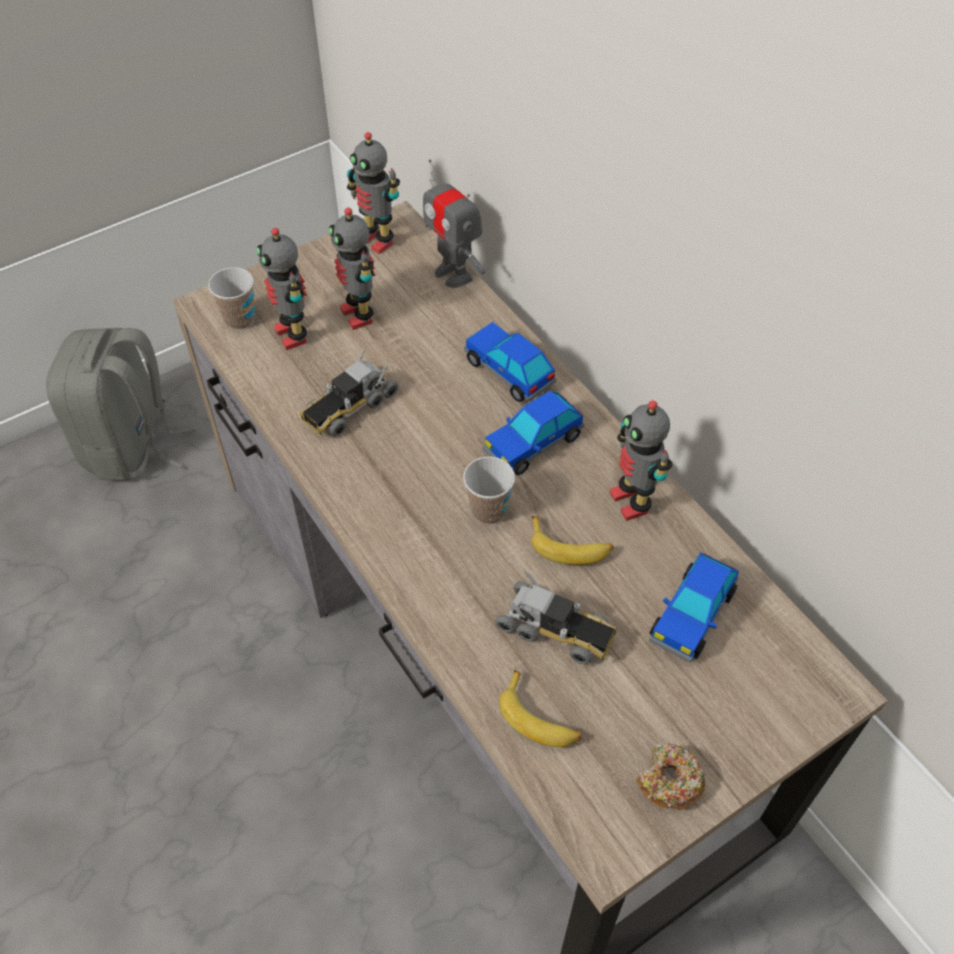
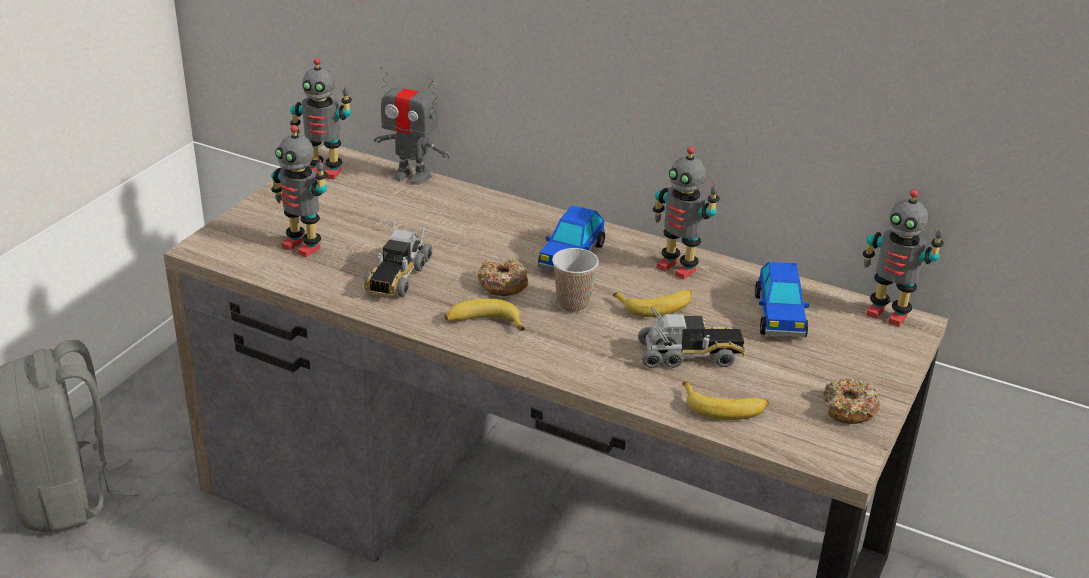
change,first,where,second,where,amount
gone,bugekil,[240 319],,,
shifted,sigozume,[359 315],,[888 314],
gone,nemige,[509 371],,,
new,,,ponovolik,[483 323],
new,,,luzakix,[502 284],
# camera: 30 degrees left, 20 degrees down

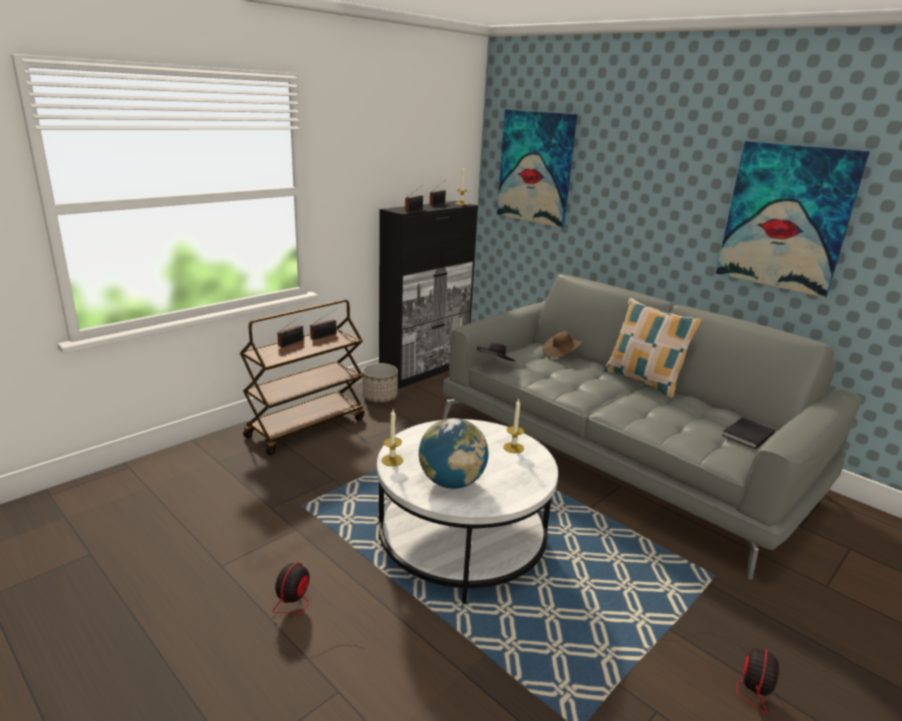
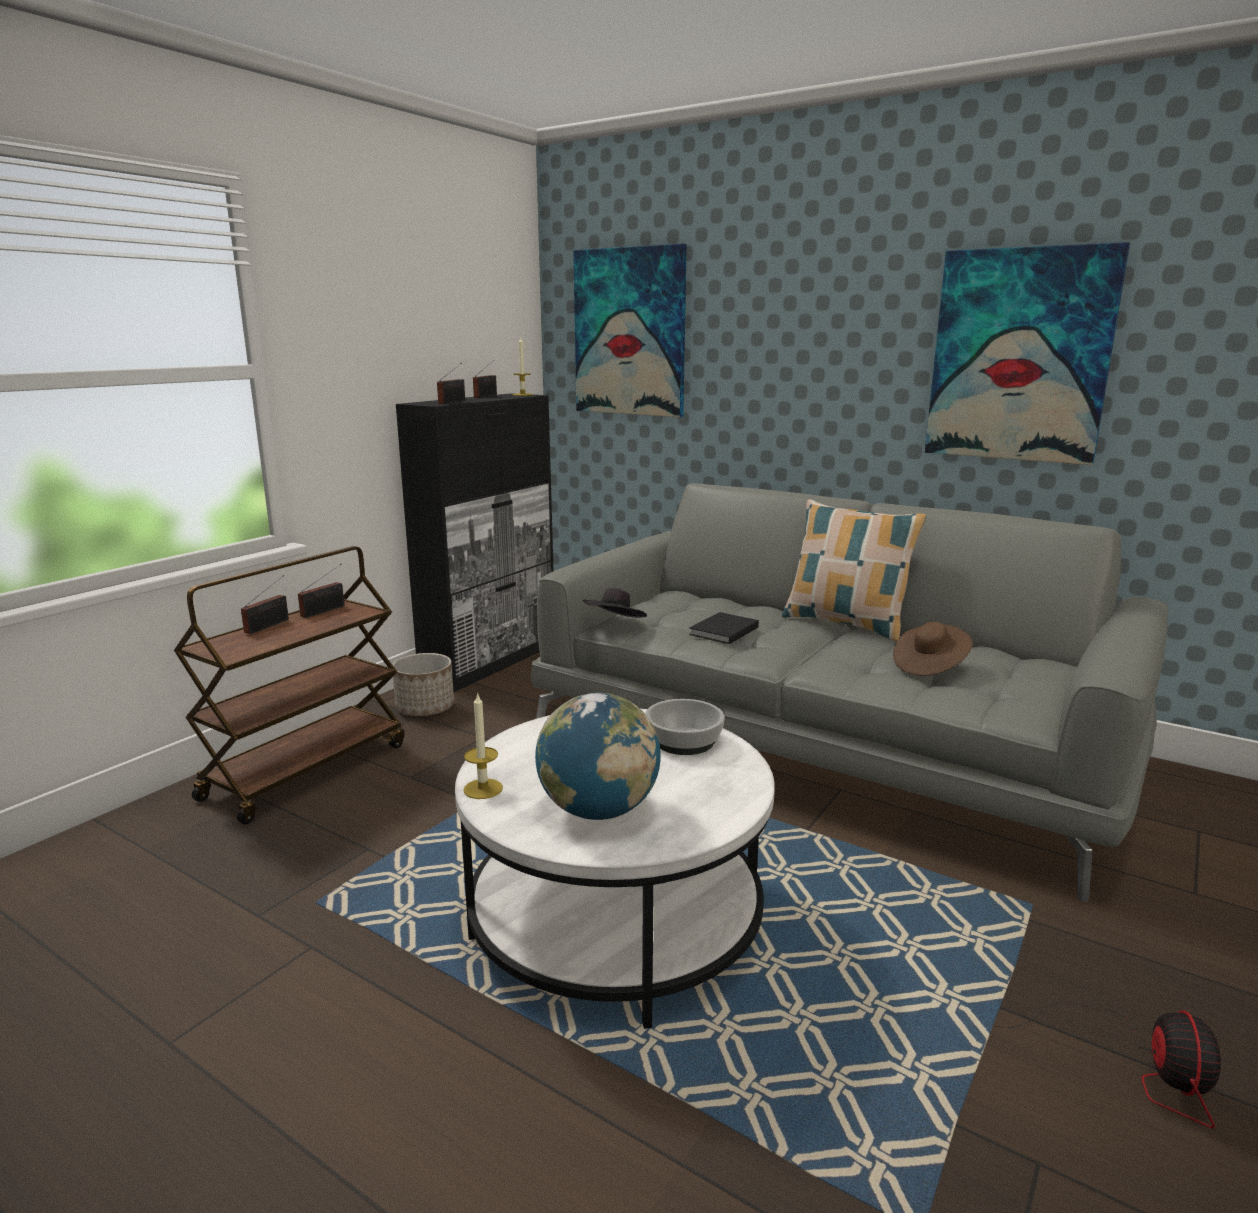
change,first,where,second,where,amount
gone,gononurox,[299 618],,,
swapped,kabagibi,[513 447],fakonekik,[684 741],
shifted,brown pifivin,[560 353],,[929 665],
shifted,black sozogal,[746 435],,[722 631],
# camera: 10 degrees left, 5 degrees down

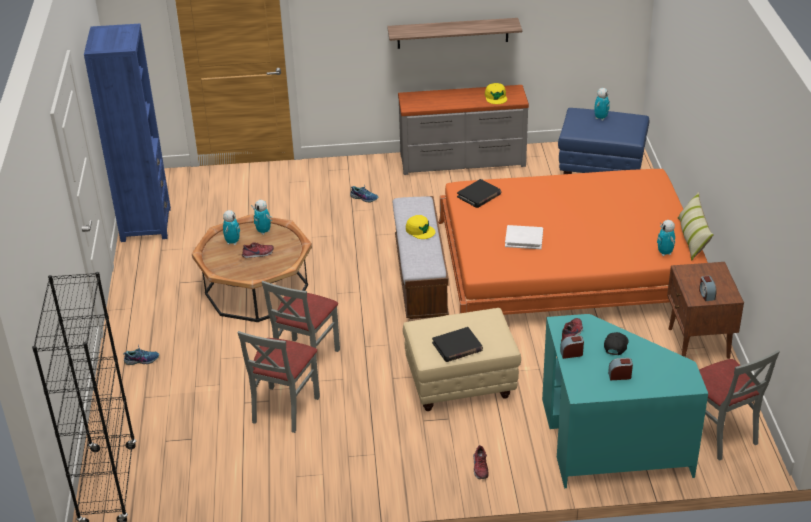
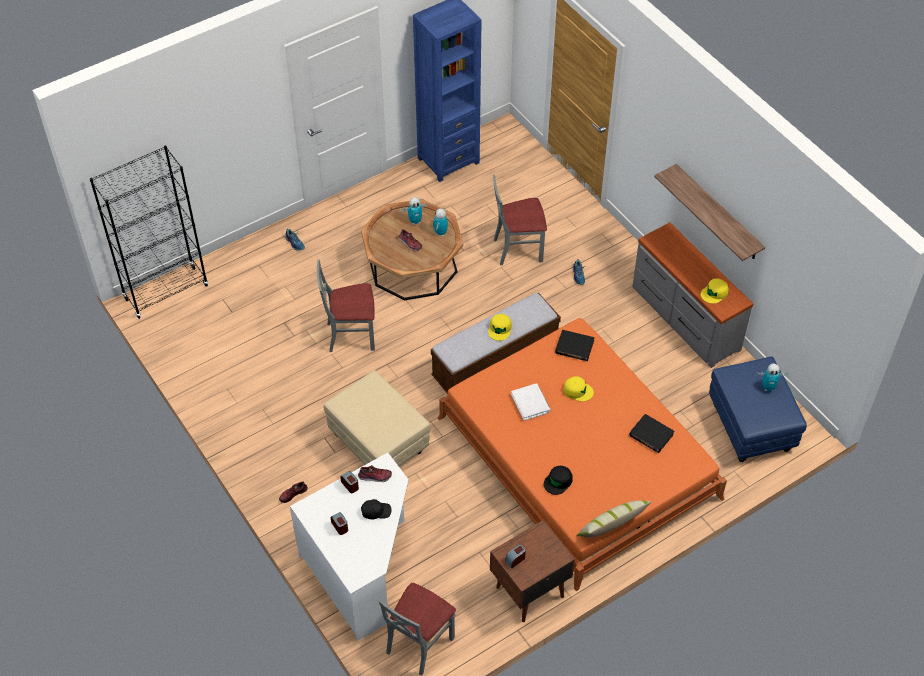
change,first,where,second,where,amount
shifted,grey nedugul,[284 409],,[518 249],
shifted,black sozogal,[457 347],,[651 435],
repainted,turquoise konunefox,[609 445],white konunefox,[362 569],
gone,sigozume,[665 253],,,
new,,,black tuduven,[558 481],
new,,,yellow tuduven,[578 390],
# camera: 60 degrees right, 15 degrees up

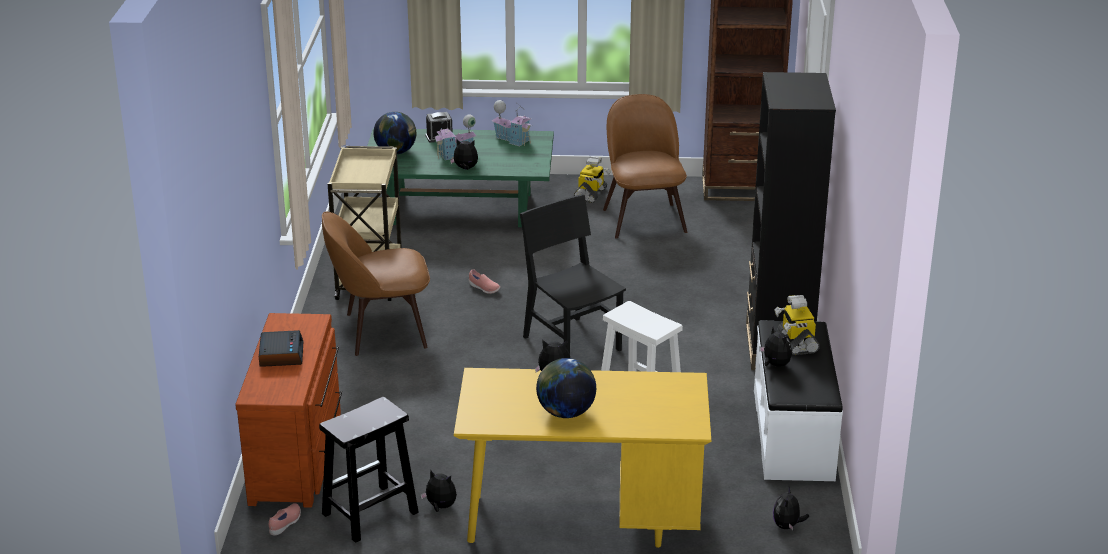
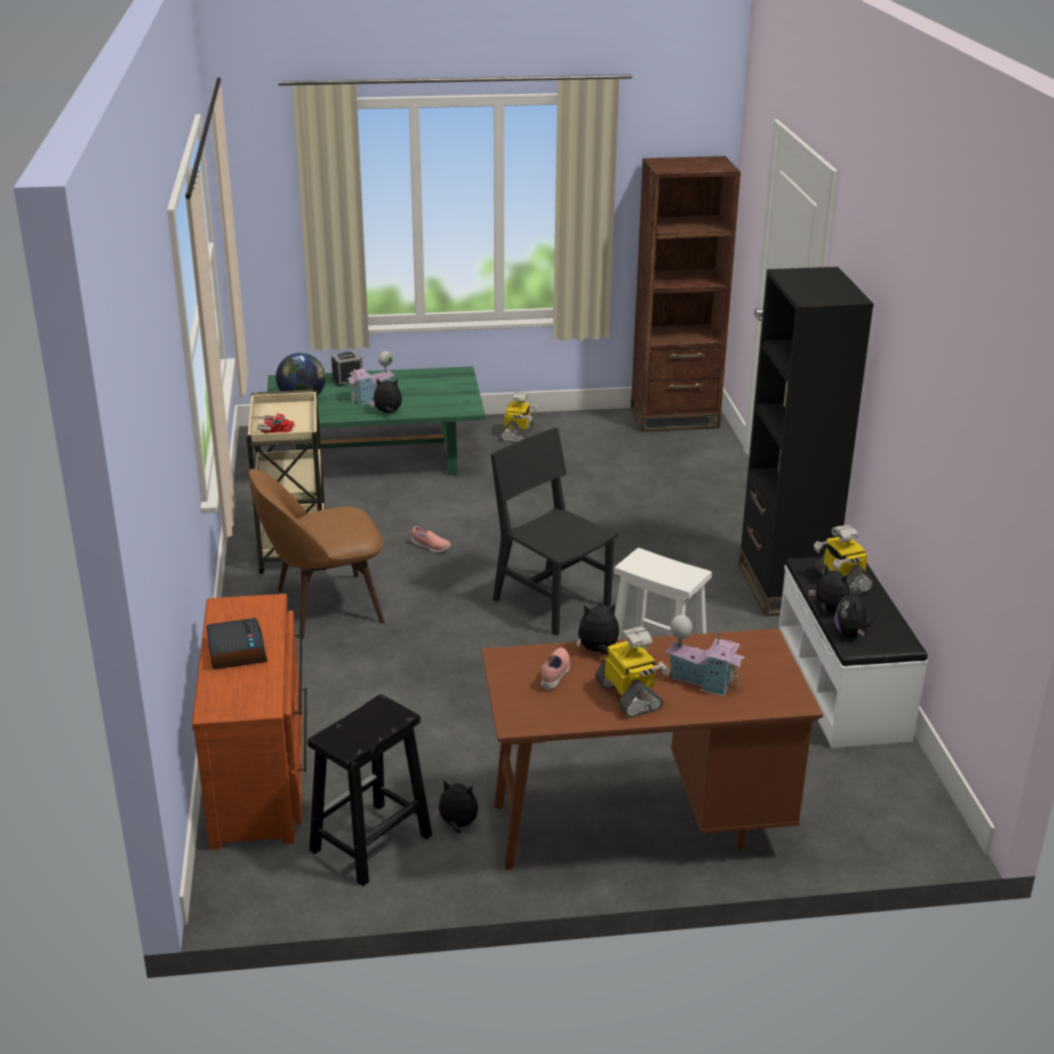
change,first,where,second,where,amount
shifted,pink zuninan,[285 524],,[555 675],
repainted,yellow konunefox,[582 521],brown konunefox,[637 825],
shifted,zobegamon,[513 140],,[703 681],
swapped,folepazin,[565 412],sigozume,[630 696],
gone,brown nedugul,[643 219],,,
shifted,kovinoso,[787 526],,[851 634],
new,,,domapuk,[272 430],
# camera: 10 degrees left, 0 degrees up

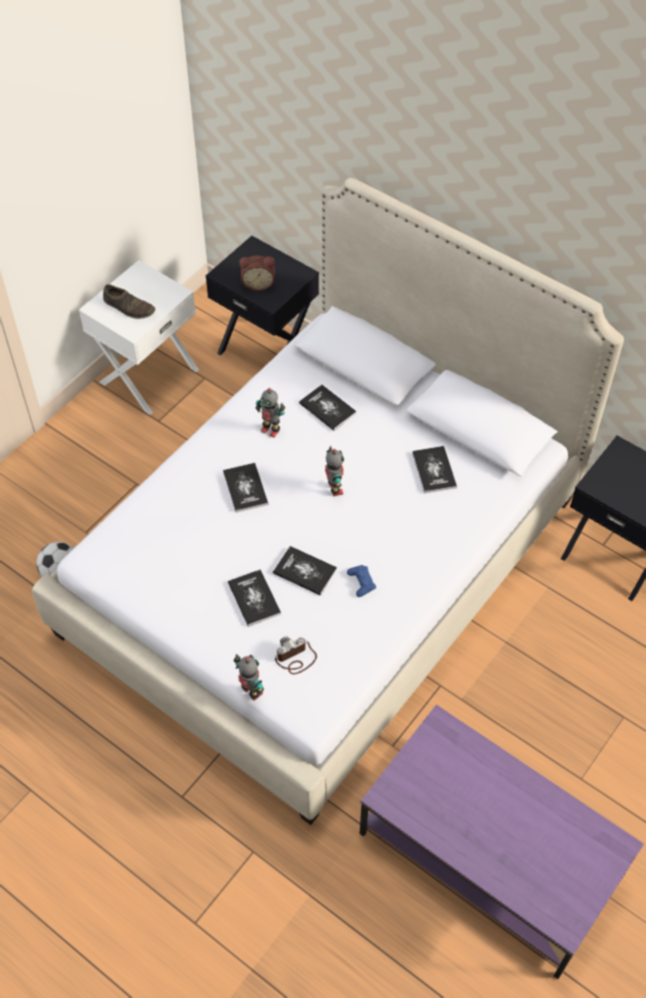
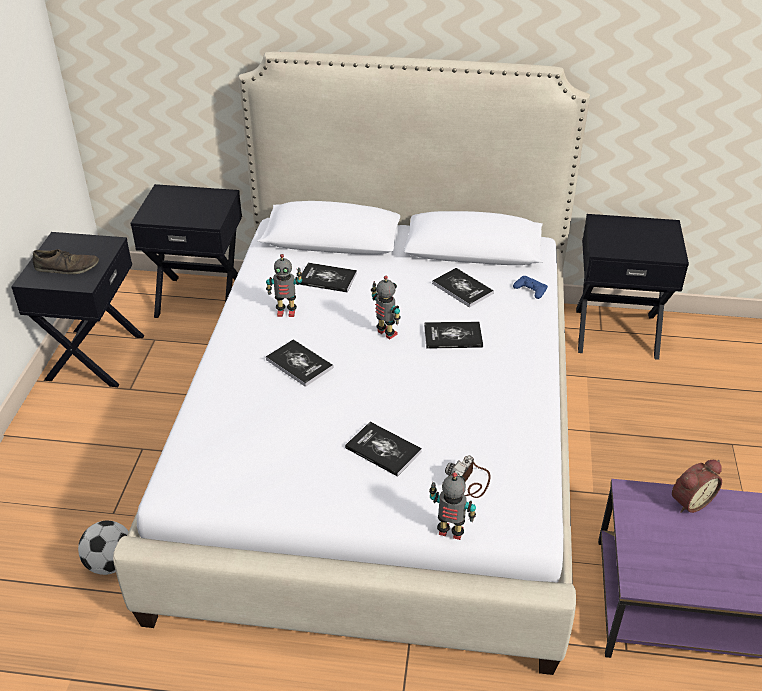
change,first,where,second,where,amount
repainted,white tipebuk,[148 375],black tipebuk,[94 357],
shifted,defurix,[258 283],,[689 501],
shifted,sozogal,[305 571],,[453 336],
shifted,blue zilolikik,[361 582],,[530 290],
# camera: 30 degrees left, 15 degrees down

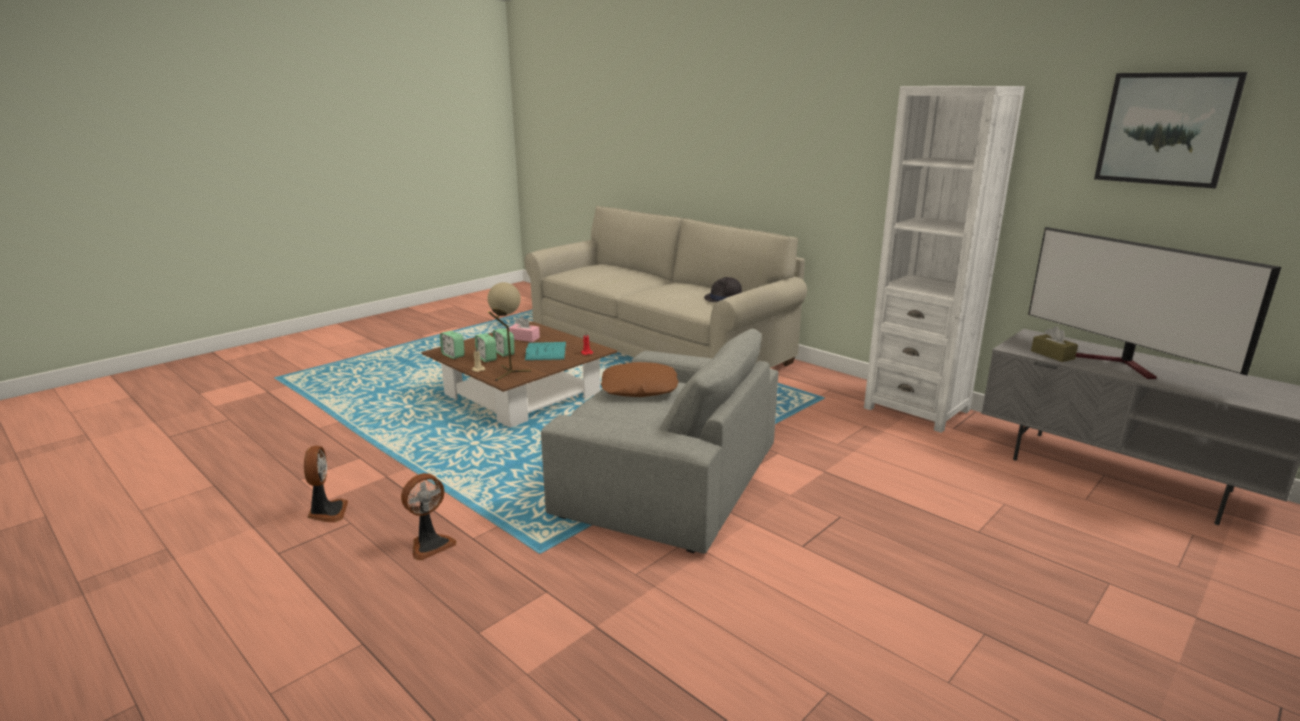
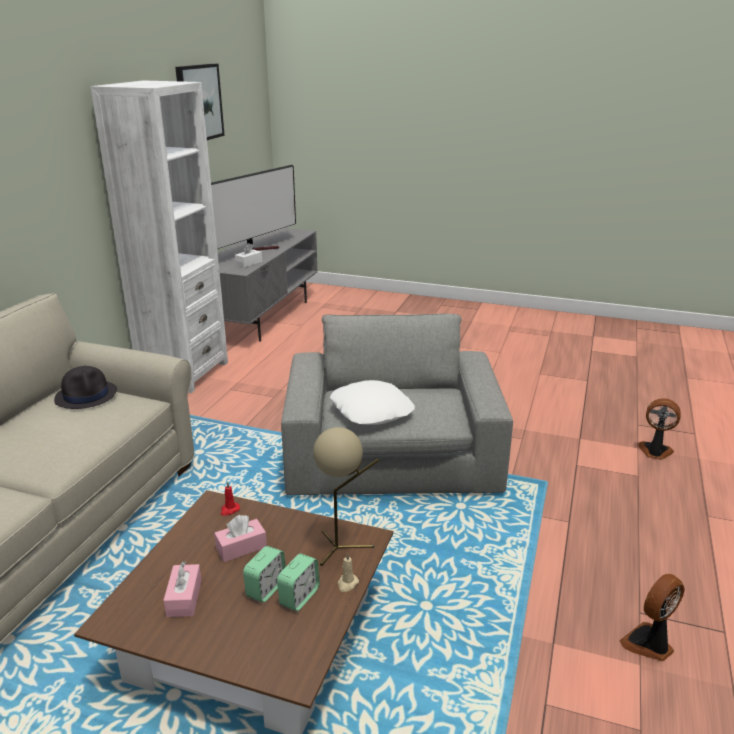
change,first,where,second,where,amount
shifted,gononurox,[430 544],,[655 452],
gone,defurix,[453 355],,,
swapped,turquoise sozogal,[546 352],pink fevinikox,[241 547],
repainted,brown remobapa,[639 388],white remobapa,[372 410],
repainted,brown fevinikox,[1052 355],white fevinikox,[249 263],
# camera: 115 degrees left, 5 degrees up

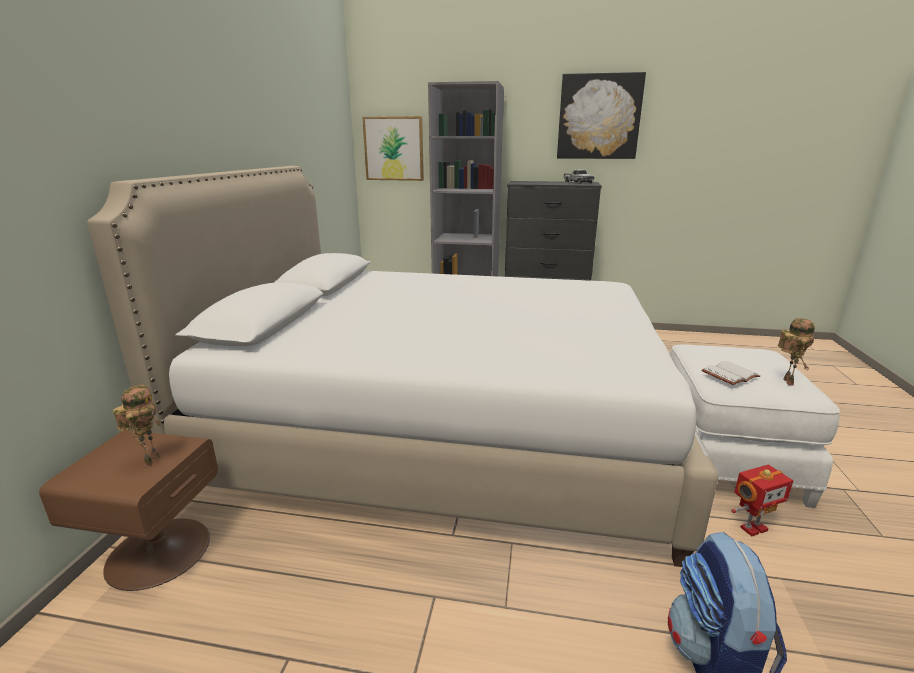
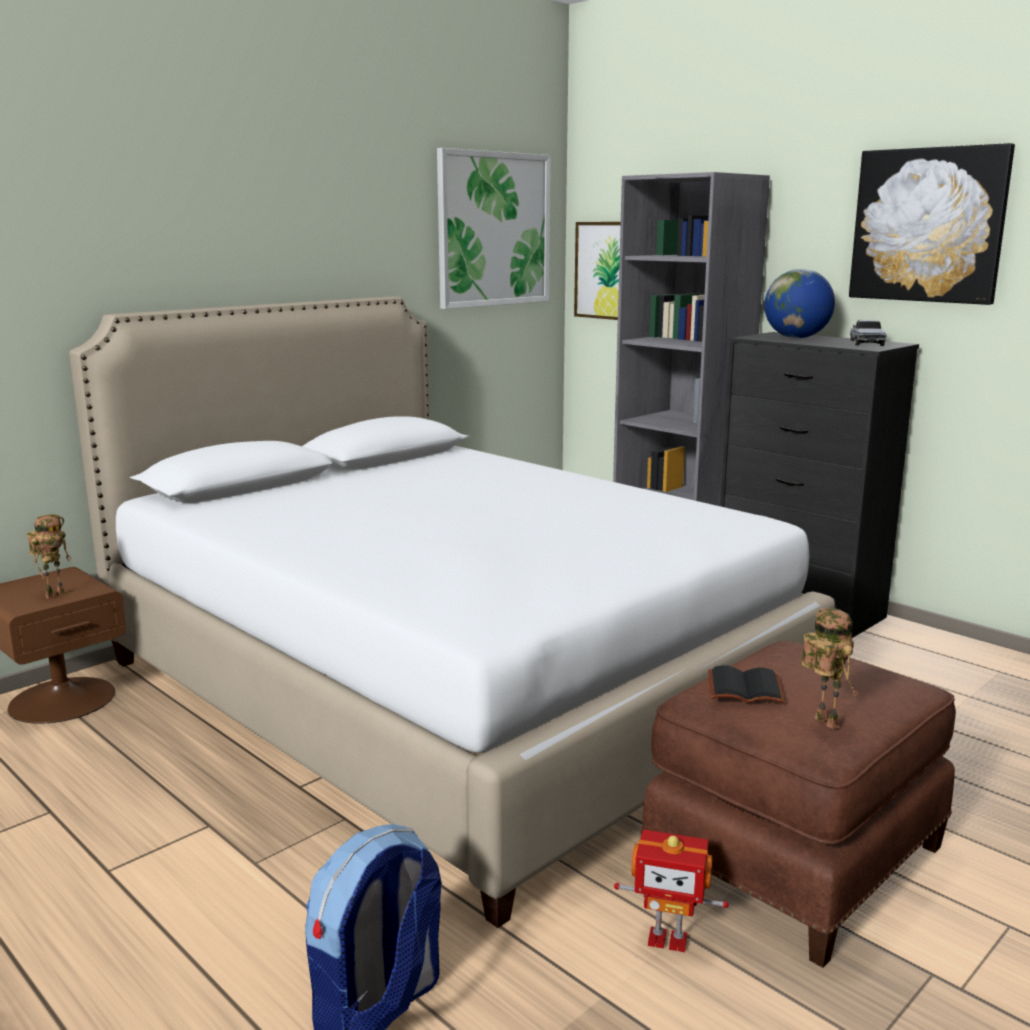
change,first,where,second,where,amount
repainted,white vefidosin,[724 457],brown vefidosin,[793 856],
repainted,white sozogal,[730 375],black sozogal,[744 689],
rotated,sigozume,[785 381],,[822 722],75 degrees counterclockwise
new,,,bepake,[494 229],
new,,,folepazin,[796 338],
# camera: 35 degrees right, 5 degrees down

